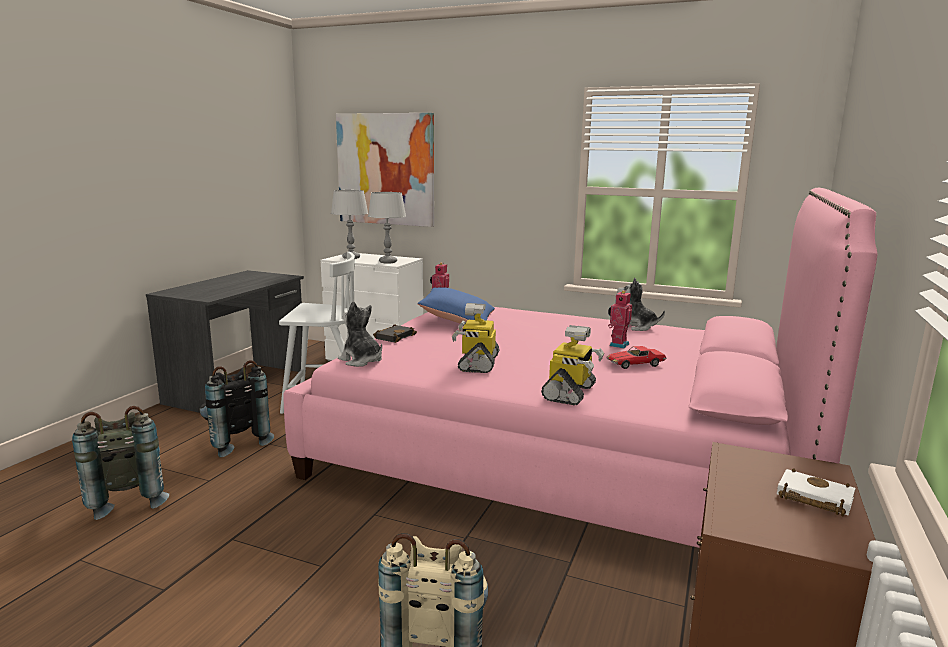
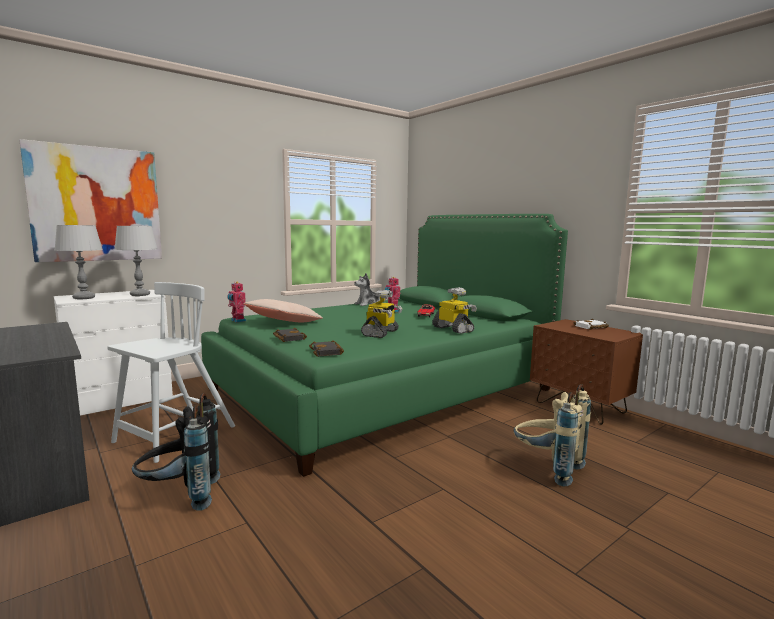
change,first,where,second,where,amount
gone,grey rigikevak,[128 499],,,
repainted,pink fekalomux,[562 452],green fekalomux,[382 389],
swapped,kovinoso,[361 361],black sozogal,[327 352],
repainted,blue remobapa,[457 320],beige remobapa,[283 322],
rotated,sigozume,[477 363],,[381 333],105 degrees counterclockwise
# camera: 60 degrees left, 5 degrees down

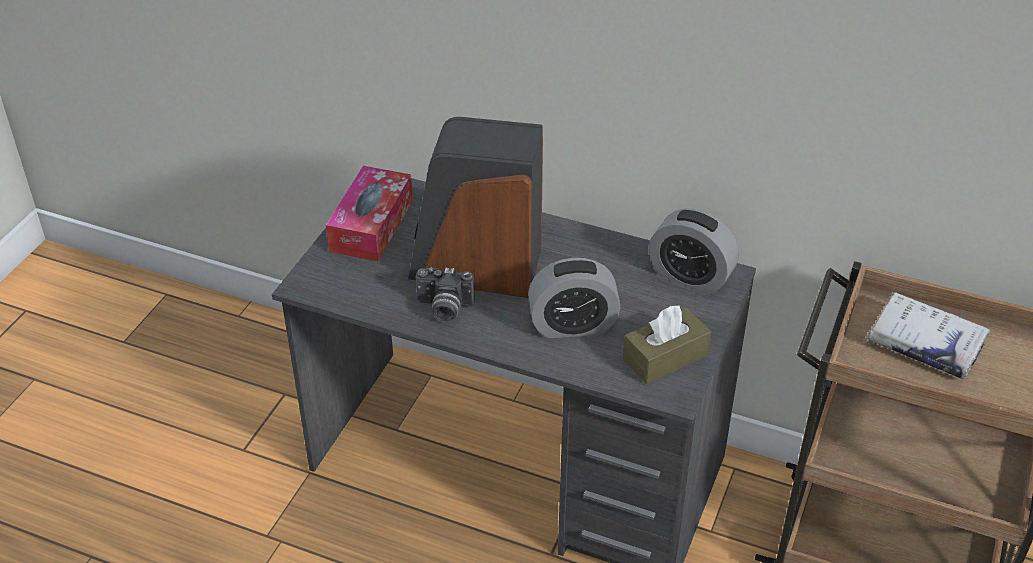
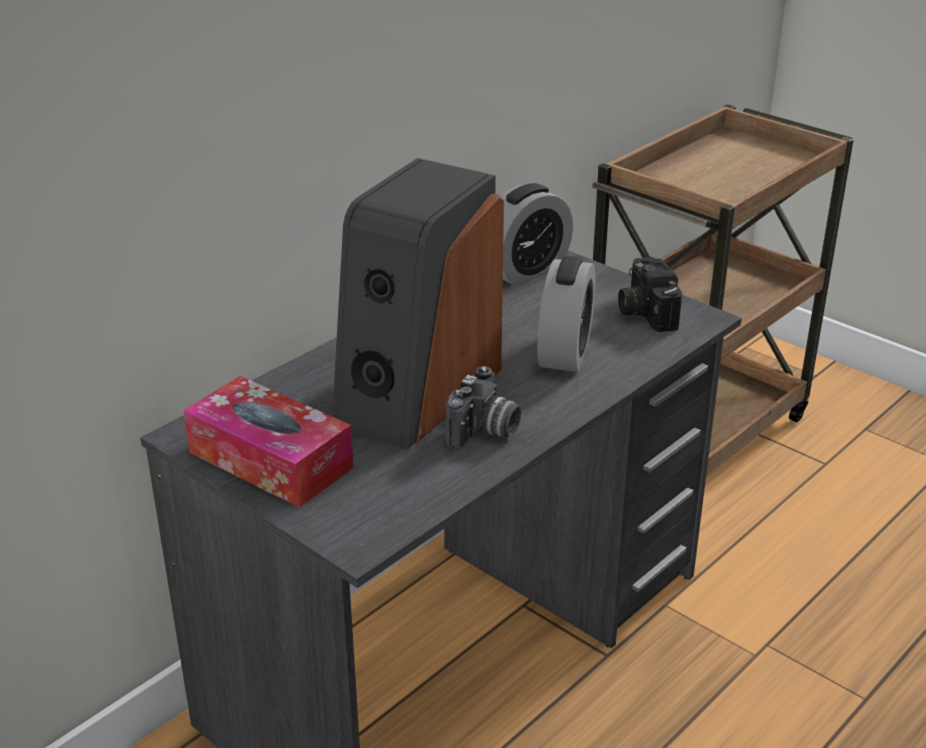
change,first,where,second,where,amount
swapped,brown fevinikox,[665 357],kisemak,[644 311],
gone,white sozogal,[924 344],,,
# camera: 70 degrees left, 10 degrees down

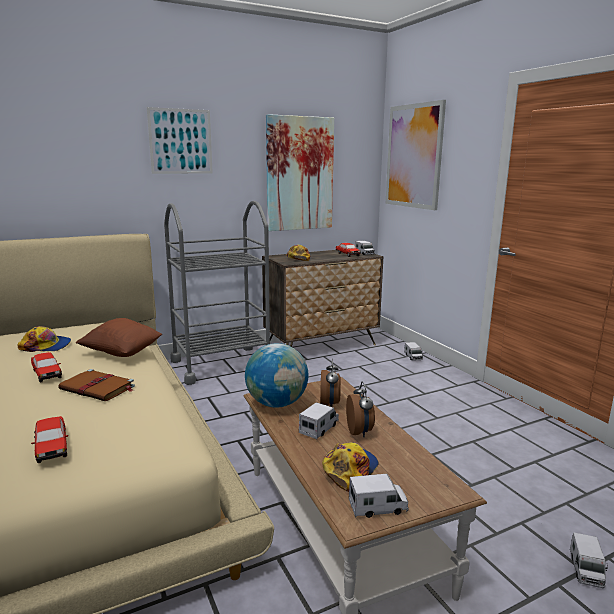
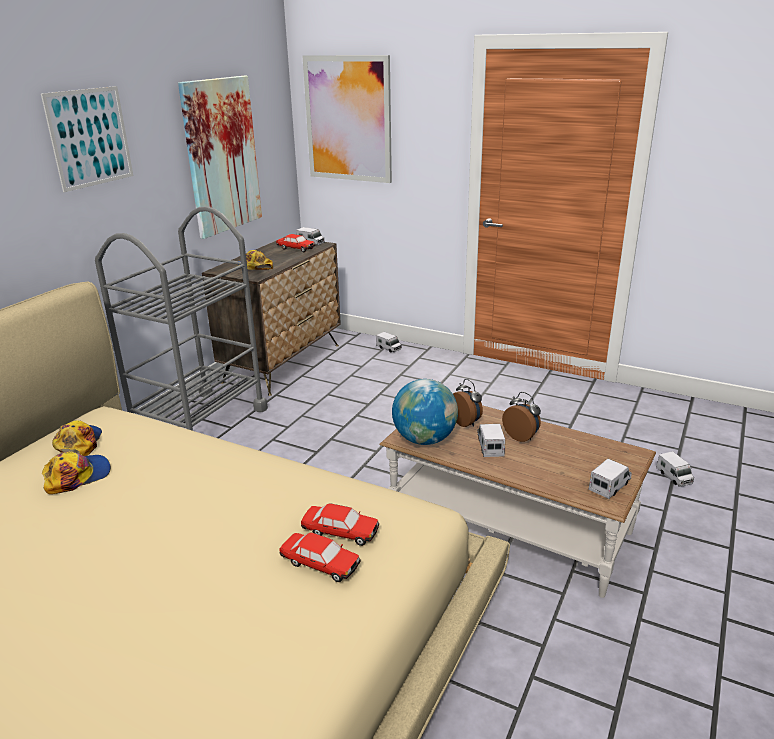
change,first,where,second,where,amount
shifted,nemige,[47 373],,[340 532],
gone,brown sozogal,[98 388],,,
gone,brown remobapa,[122 353],,,
shifted,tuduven,[349 469],,[78 443],
# camera: 35 degrees left, 10 degrees up

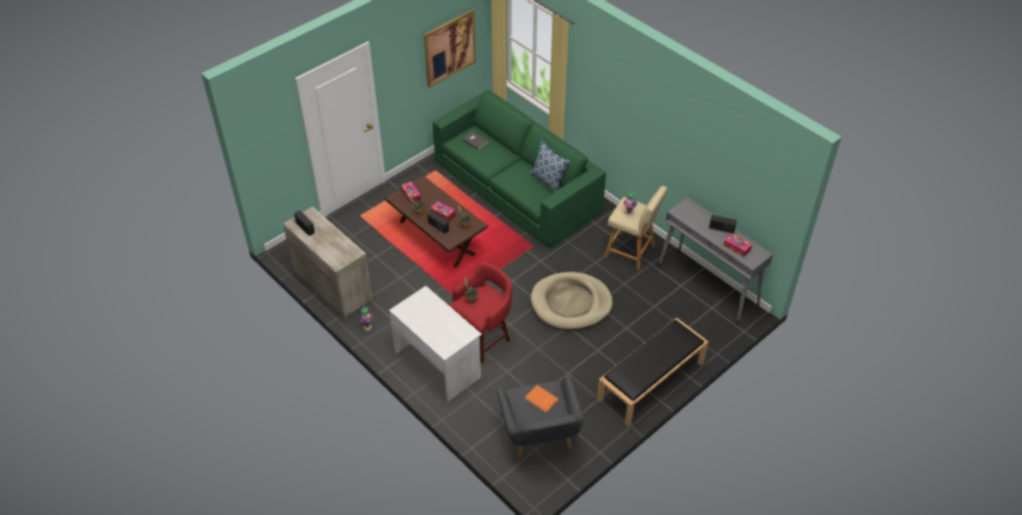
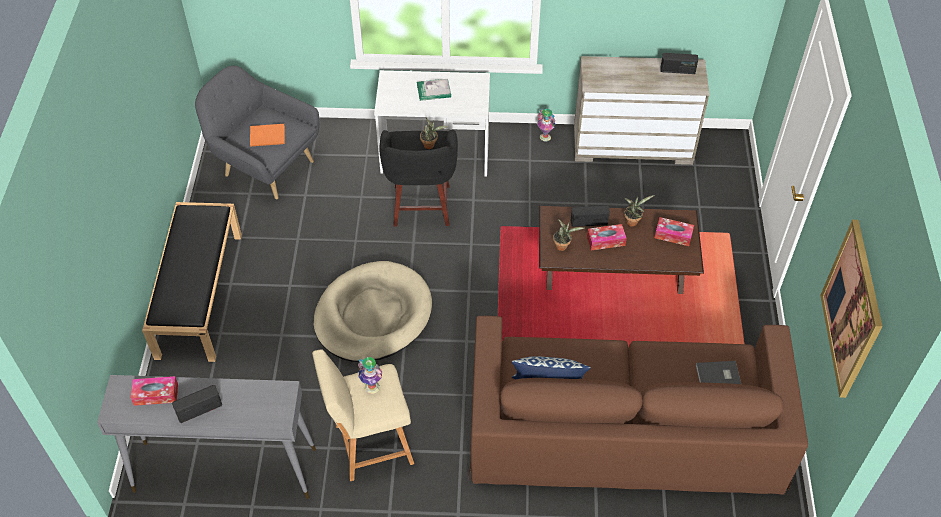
change,first,where,second,where,amount
repainted,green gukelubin,[517 185],brown gukelubin,[624 427],
repainted,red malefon,[483 339],black malefon,[421 207],
new,,,sozogal,[434 91],
# camera: 135 degrees right, 5 degrees up

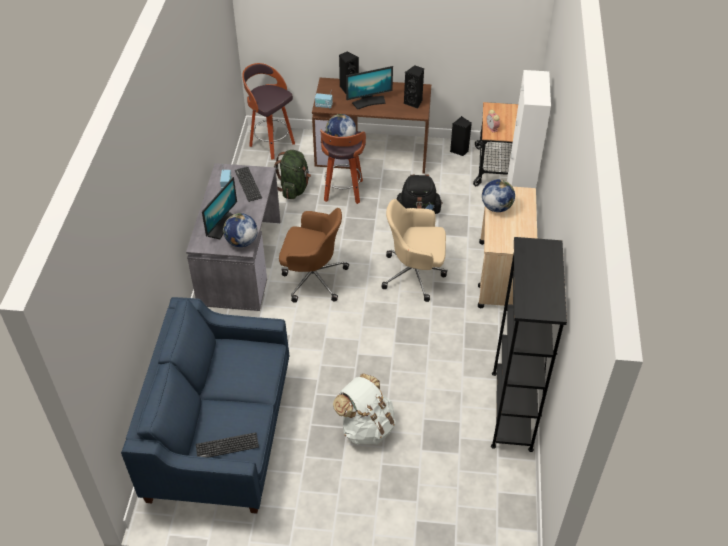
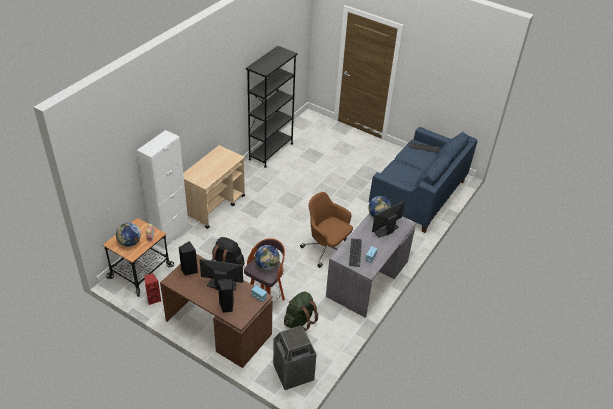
change,first,where,second,where,amount
swapped,malefon,[271 144],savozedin,[293 373],
gone,white rigikevak,[366 427],,,
gone,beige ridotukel,[415 274],,,
repainted,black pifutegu,[459 151],red pifutegu,[153 299],
shifted,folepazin,[496 207],,[129 243],
# camera: 155 degrees left, 5 degrees down

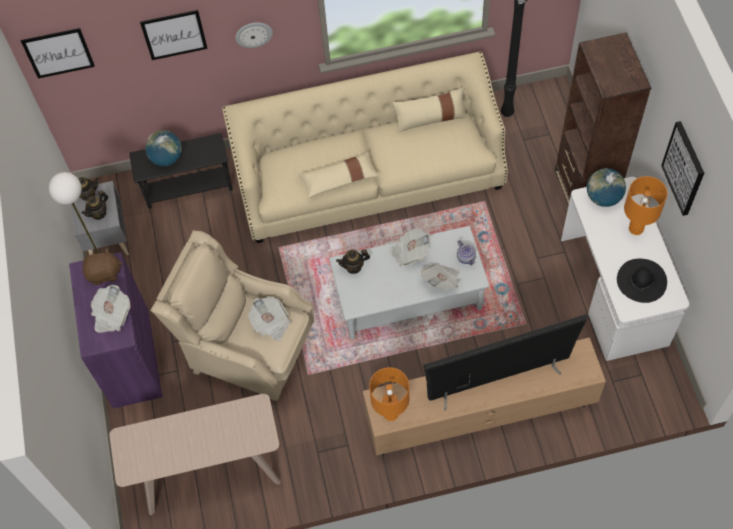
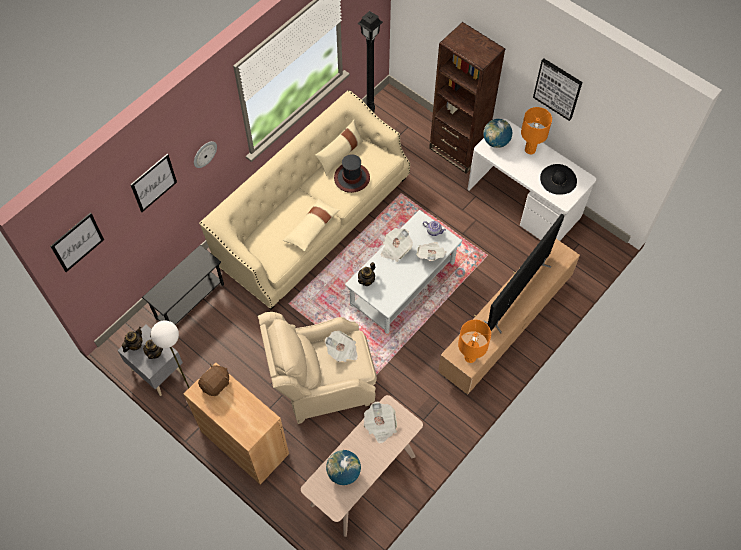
change,first,where,second,where,amount
repainted,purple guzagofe,[131 358],brown guzagofe,[244 442],
shifted,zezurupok,[111 315],,[380 426],
shifted,folepazin,[167 158],,[344 472],
new,,,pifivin,[351 178],
# camera: 40 degrees left, 0 degrees up

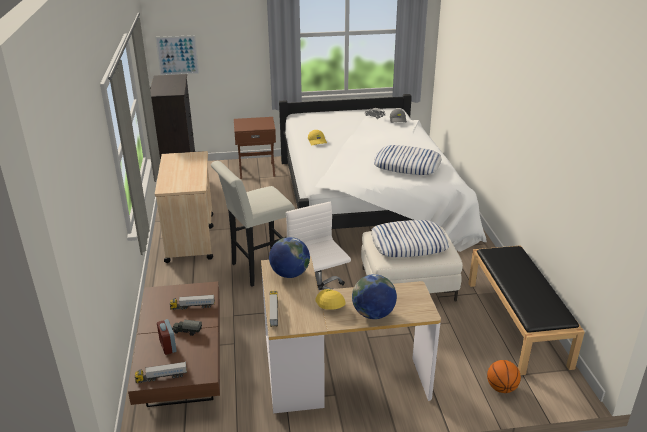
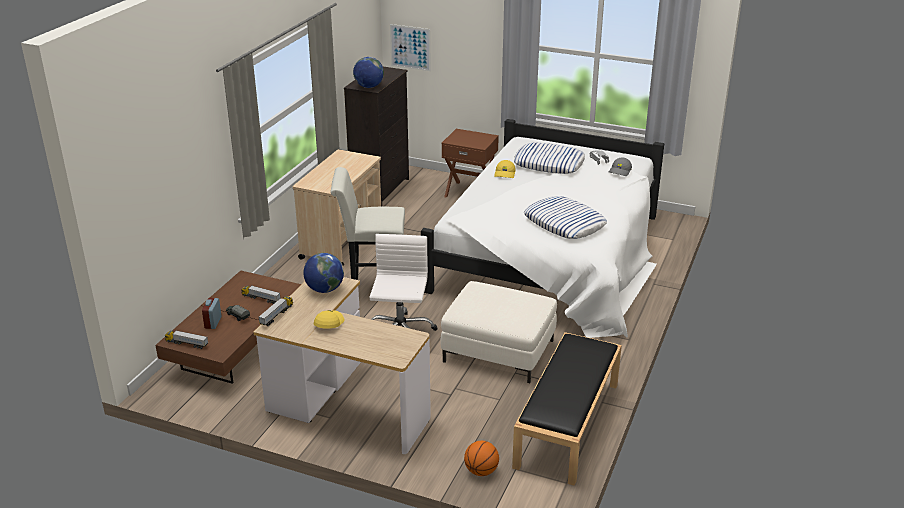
change,first,where,second,where,amount
shifted,folepazin,[373 314],,[369 86],
shifted,remobapa,[409 244],,[549 163],
# camera: 30 degrees right, 0 degrees up

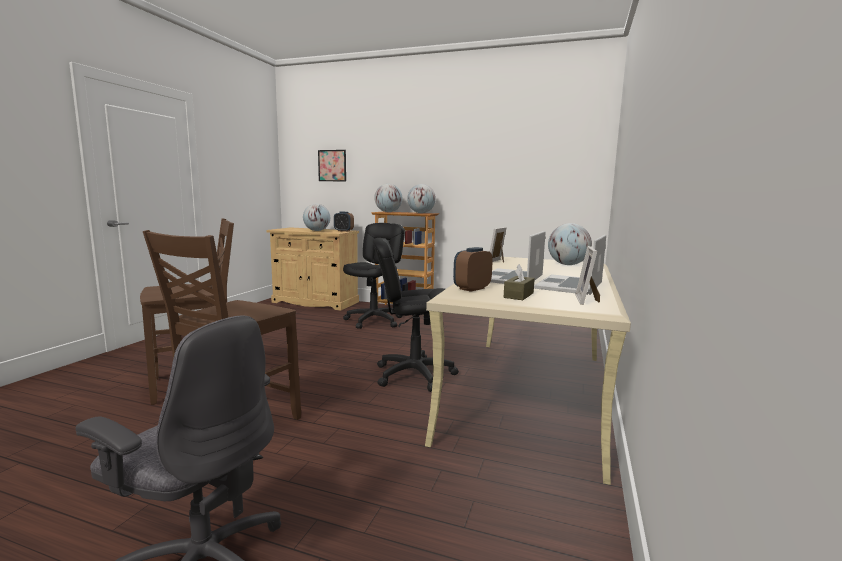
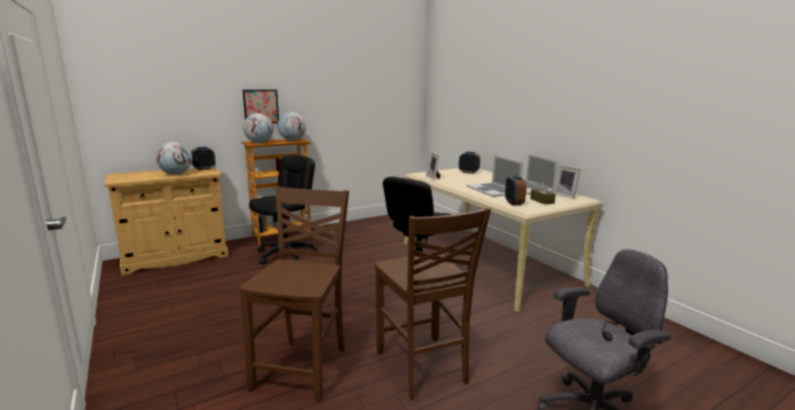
change,first,where,second,where,amount
shifted,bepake,[332 165],,[261 106],
rotated,black ridotukel,[374 321],,[286 254],60 degrees clockwise
swapped,folepazin,[567 265],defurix,[468 172],
# camera: 50 degrees left, 5 degrees up

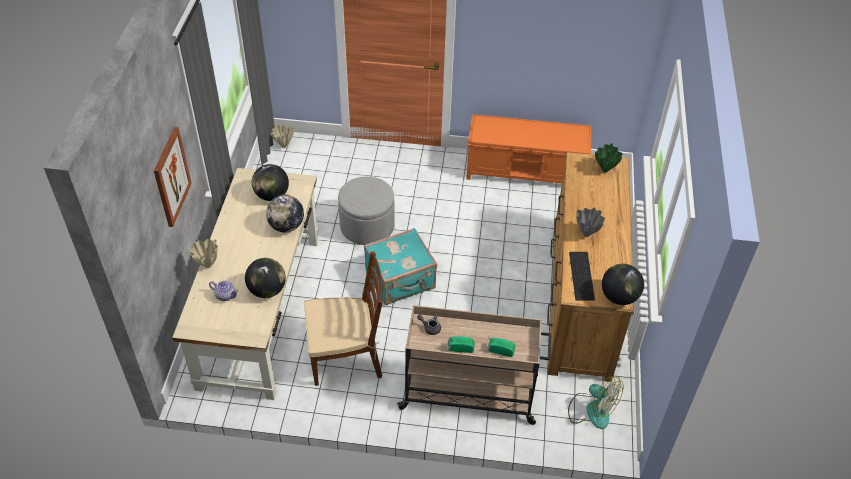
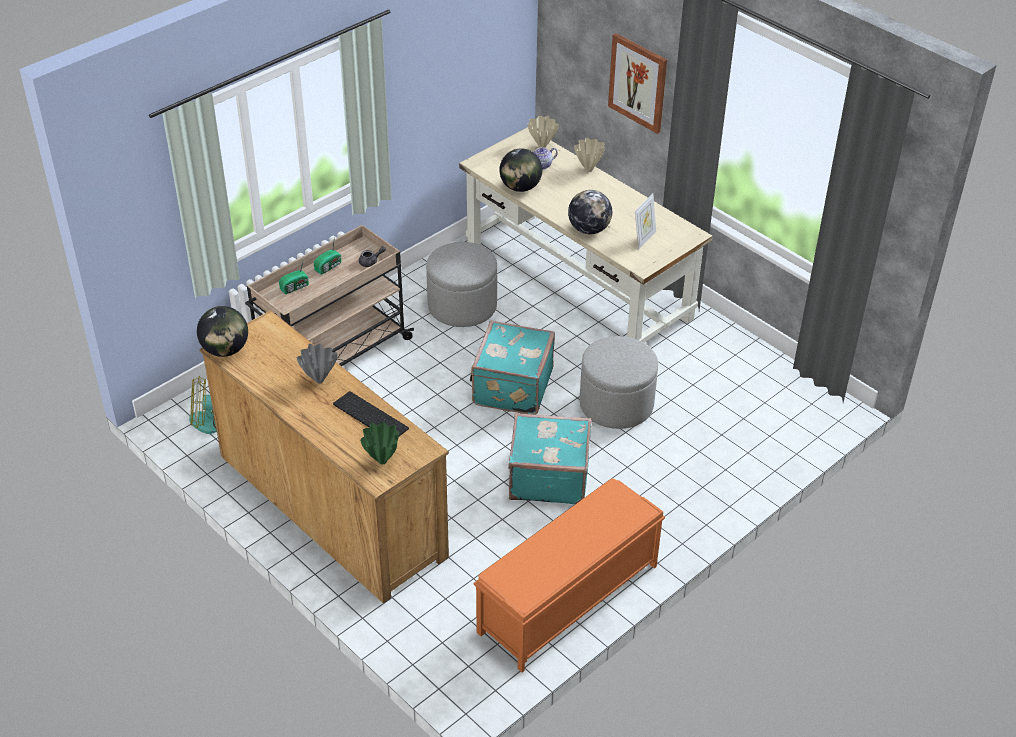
change,first,where,second,where,amount
swapped,folepazin,[272 195],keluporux,[644 239],
shifted,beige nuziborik,[283 146],,[542 146],
swapped,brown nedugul,[346 357],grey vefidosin,[462 306],
shifted,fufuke,[582 276],,[369 417],
new,,,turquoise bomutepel,[548 477],
# camera: 130 degrees right, 5 degrees down

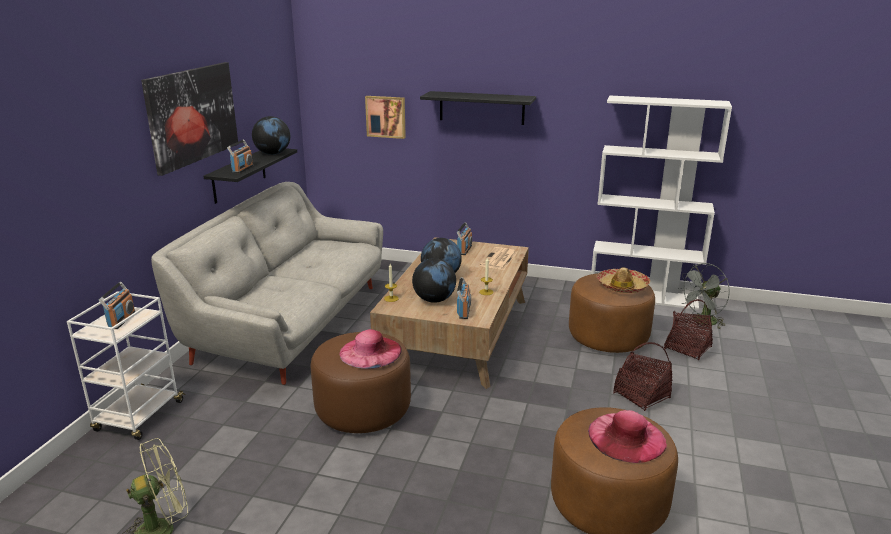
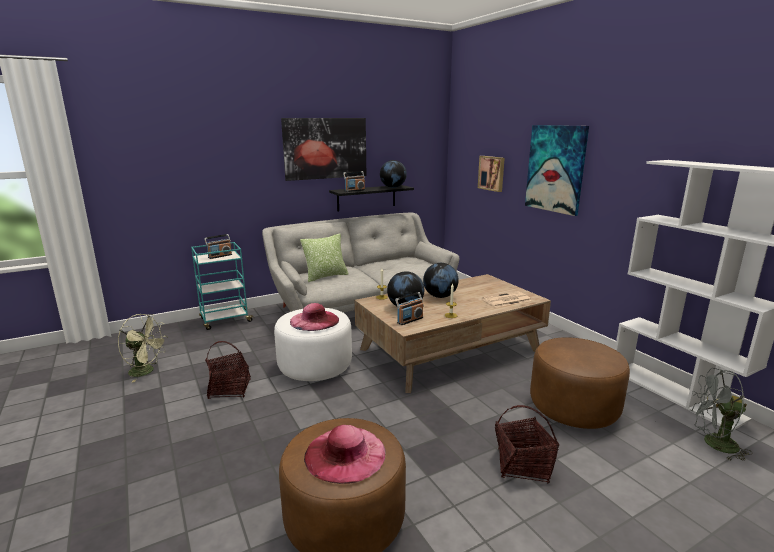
change,first,where,second,where,amount
repainted,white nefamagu,[139 417],turquoise nefamagu,[225 320],
repainted,brown vefidosin,[363 409],white vefidosin,[315 366],
swapped,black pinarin,[481 108],bepake,[555 169],
gone,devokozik,[464 250],,,
gone,pifivin,[622 286],,,
shifted,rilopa,[687 348],,[230 389],
new,,,remobapa,[325 276],
# camera: 45 degrees right, 5 degrees down

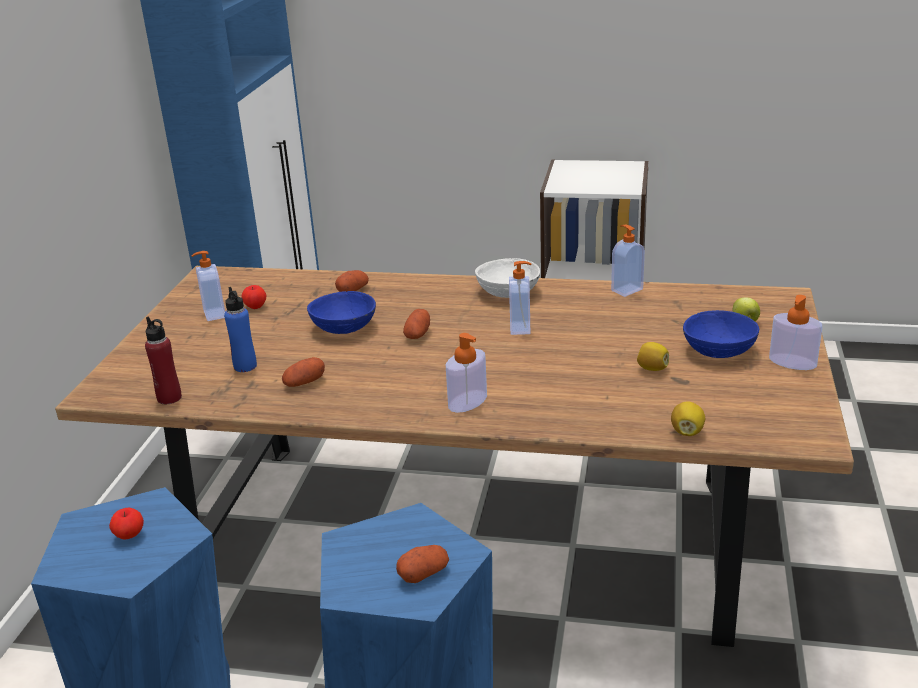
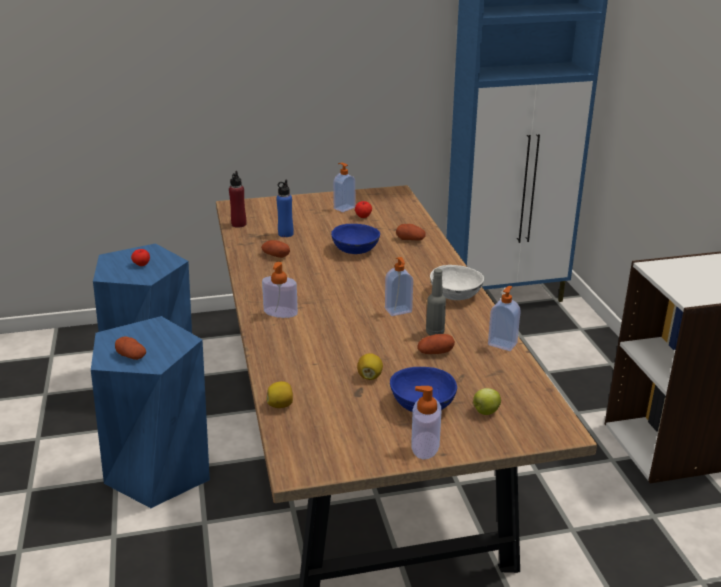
change,first,where,second,where,amount
shifted,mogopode,[417 334],,[435 352],
new,,,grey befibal,[435 332],
# camera: 65 degrees right, 0 degrees up

